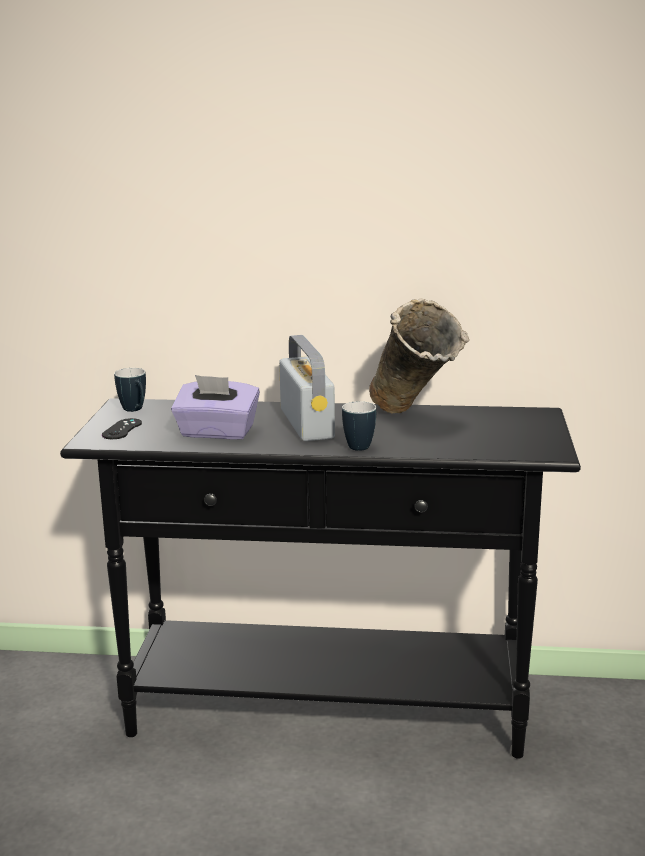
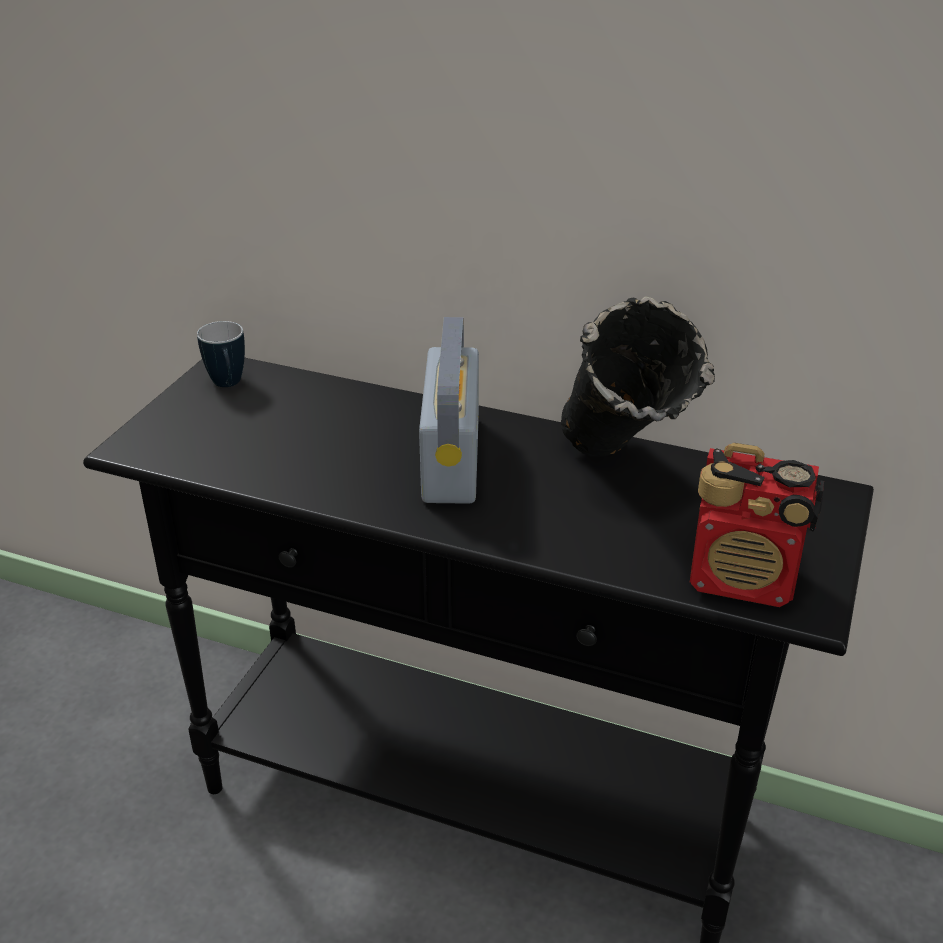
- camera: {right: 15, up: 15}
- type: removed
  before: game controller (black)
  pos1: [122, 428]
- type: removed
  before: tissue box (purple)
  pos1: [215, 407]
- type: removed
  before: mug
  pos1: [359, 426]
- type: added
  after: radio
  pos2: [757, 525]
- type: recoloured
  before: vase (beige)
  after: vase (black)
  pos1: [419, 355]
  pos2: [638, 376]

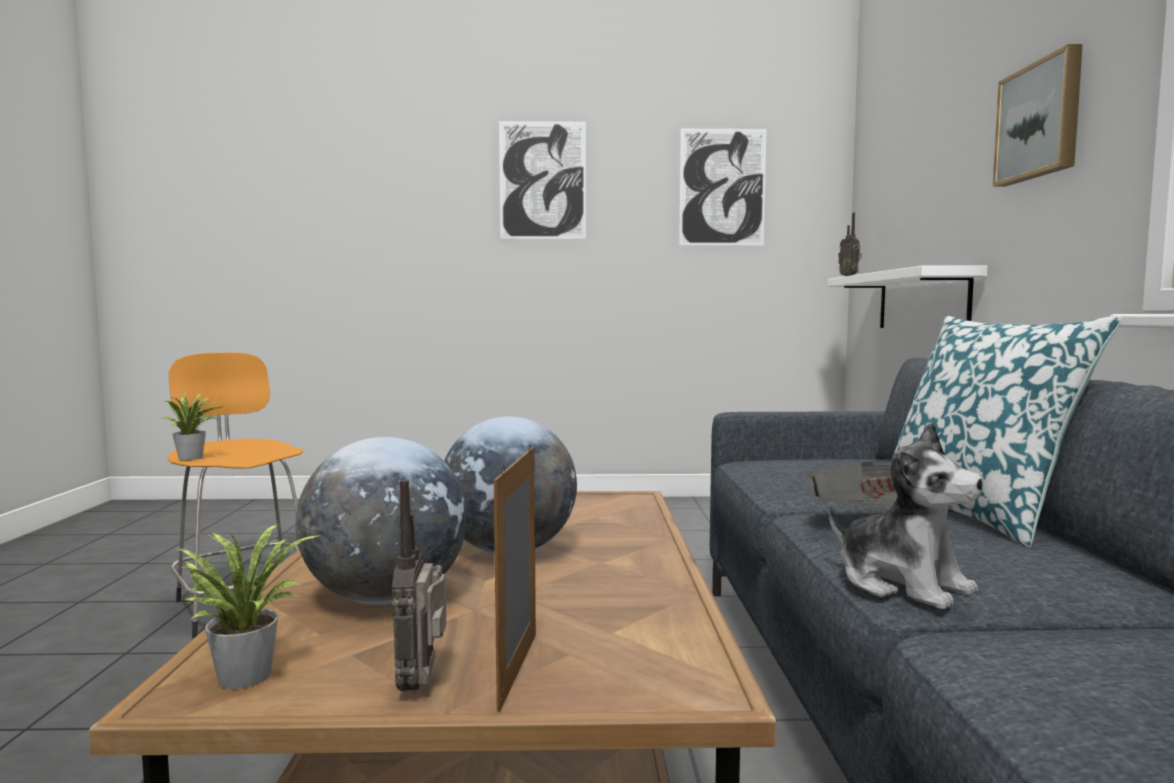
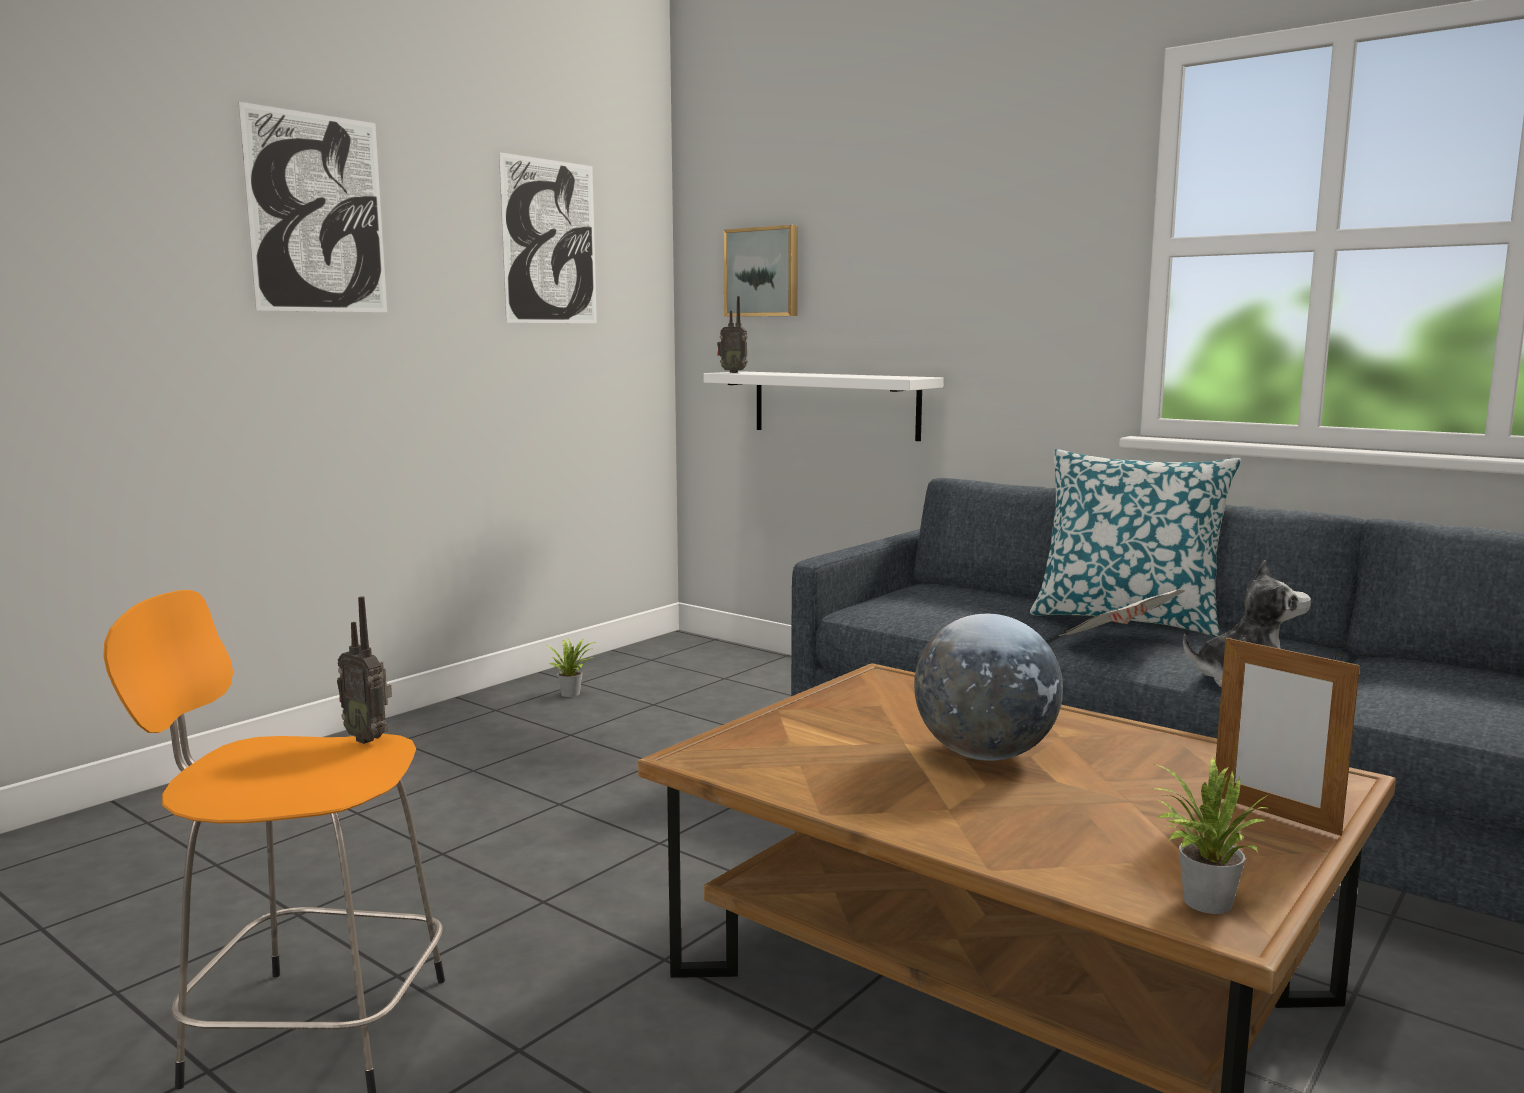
- camera: {right: -50, up: 5}
- type: removed
  before: globe
  pos1: [381, 521]
- type: moved
  before: potted plant
  pos1: [191, 425]
  pos2: [571, 667]
- type: moved
  before: radio
  pos1: [419, 585]
  pos2: [364, 670]
- type: moved
  before: picture
  pos1: [1038, 115]
  pos2: [760, 271]

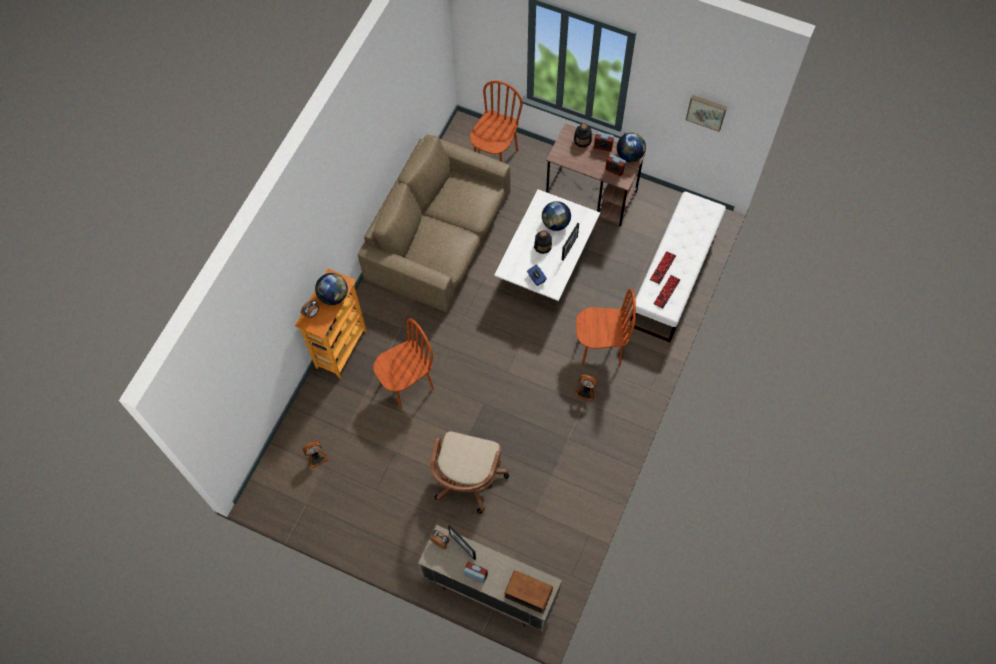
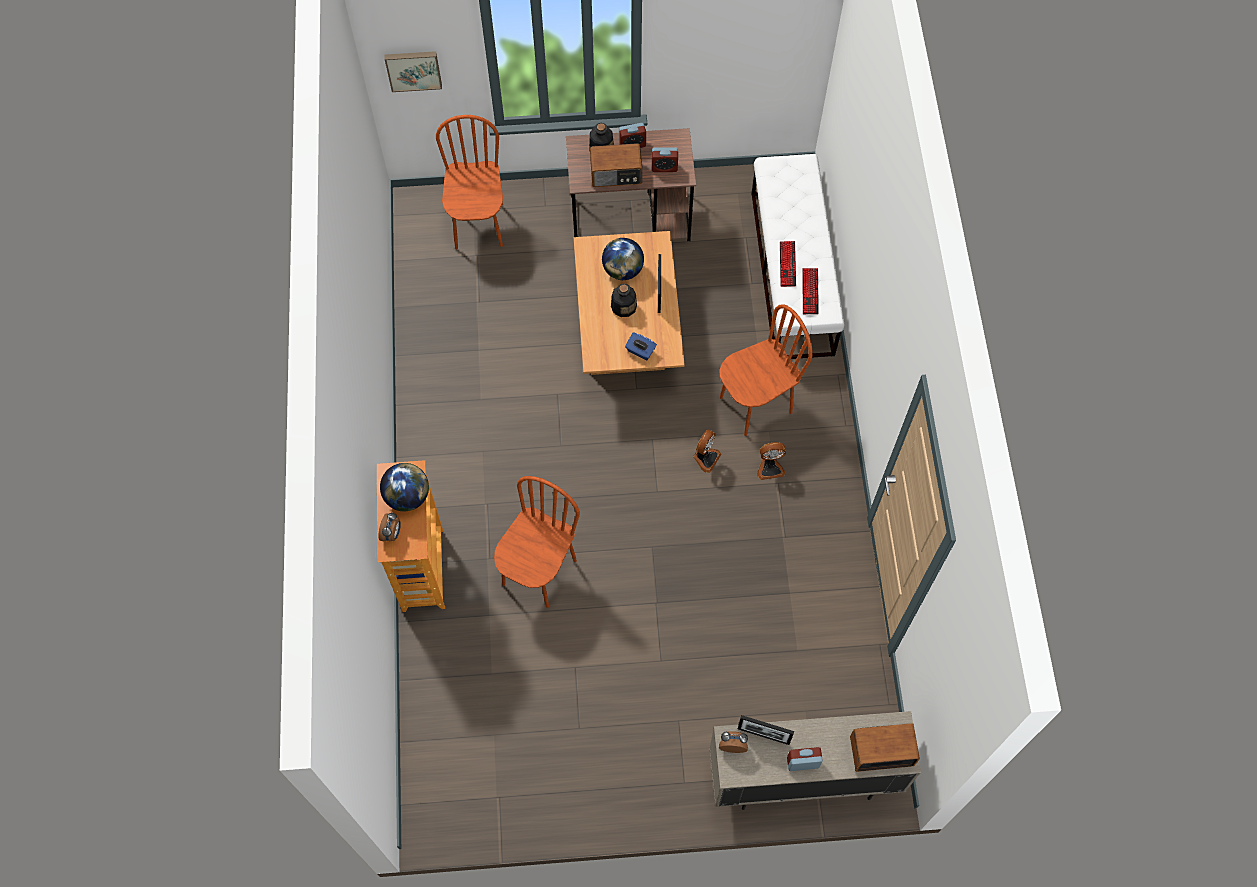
- camera: {right: -30, up: 0}
- type: removed
  before: sofa (brown)
  pos1: [434, 223]
- type: removed
  before: office chair (brown)
  pos1: [469, 472]
- type: removed
  before: globe
  pos1: [631, 147]
- type: added
  after: radio
  pos2: [616, 165]
- type: moved
  before: fan
  pos1: [315, 454]
  pos2: [707, 451]
- type: moved
  before: picture
  pos1: [706, 113]
  pos2: [413, 71]
- type: recoloured
  before: coffee table (white)
  after: coffee table (brown)
  pos1: [547, 245]
  pos2: [629, 303]

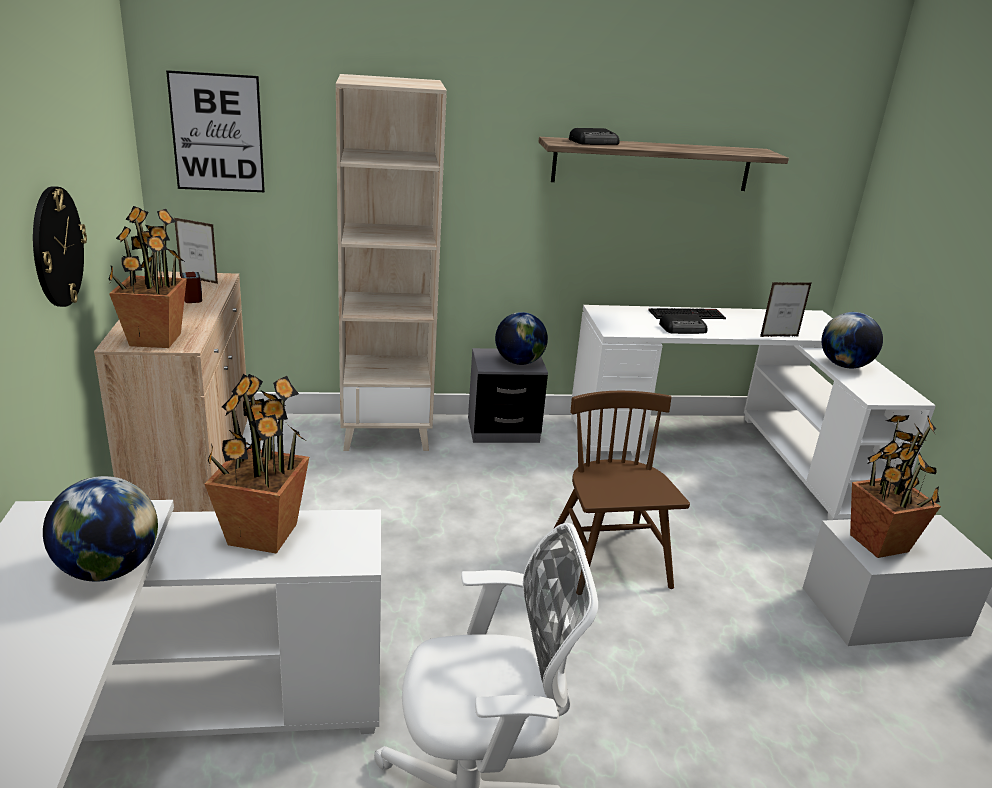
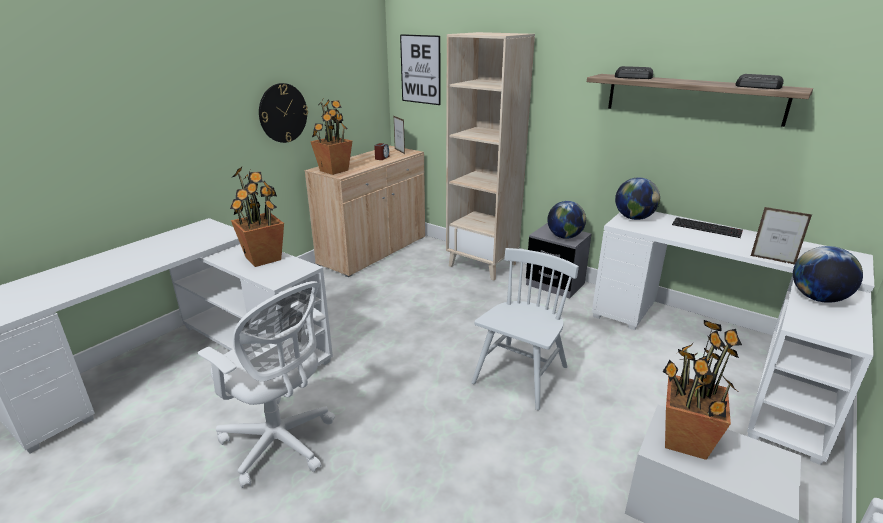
- camera: {right: 45, up: 0}
- type: moved
  before: globe
  pos1: [100, 529]
  pos2: [637, 198]
- type: moved
  before: radio
  pos1: [683, 324]
  pos2: [759, 81]
- type: recoloured
  before: chair (brown)
  after: chair (white)
  pos1: [622, 490]
  pos2: [525, 329]

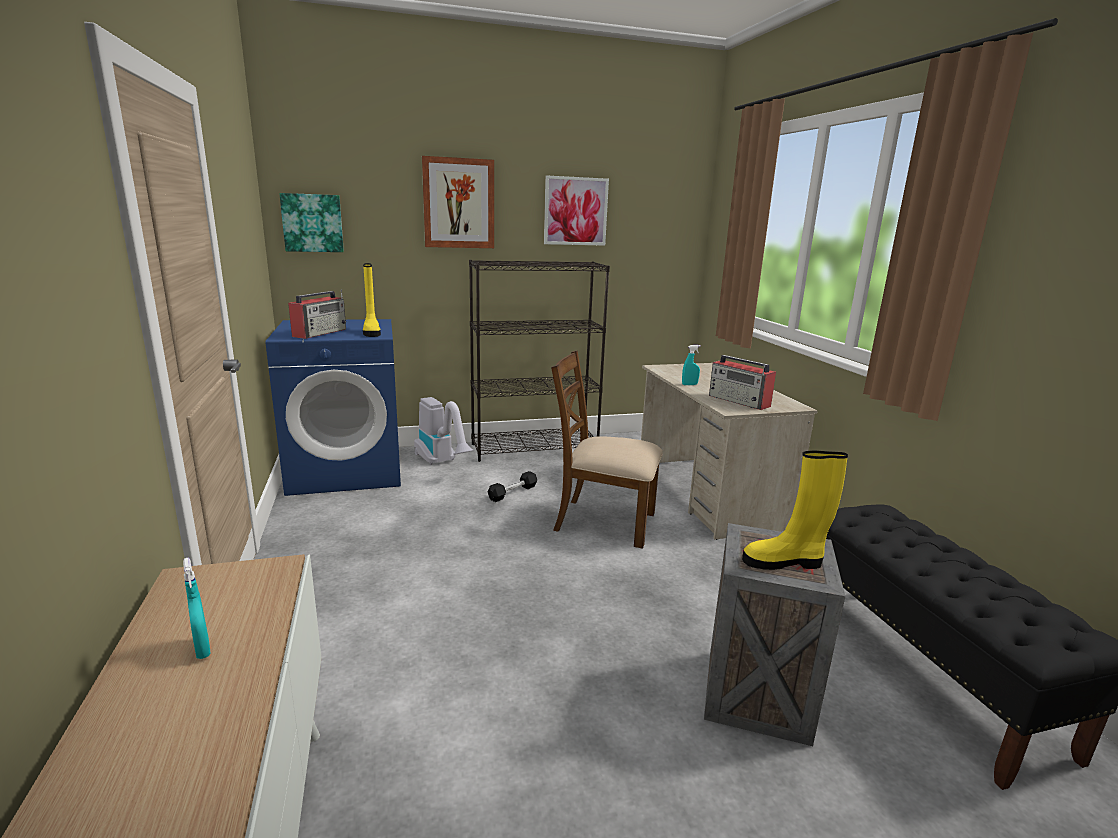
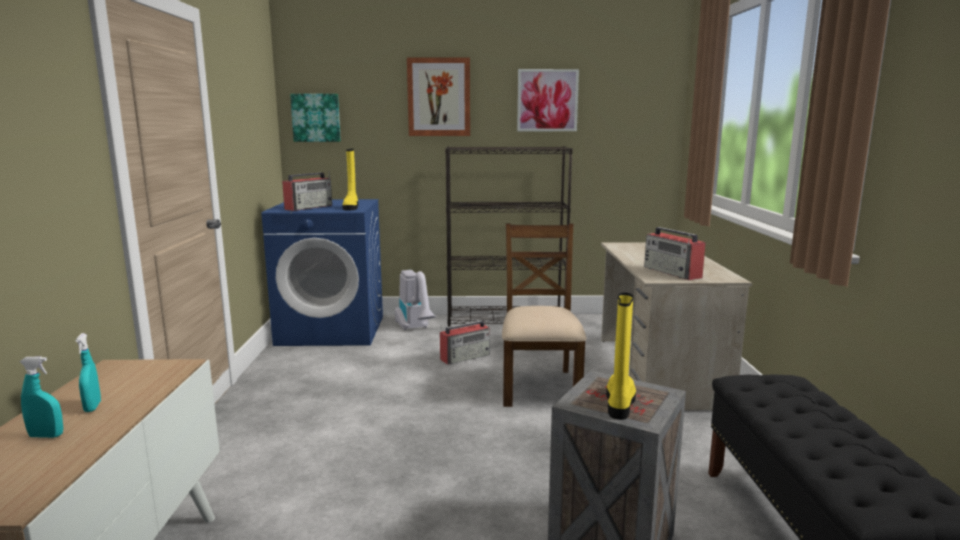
- camera: {right: 15, up: -5}
- type: moved
  before: spray bottle (turquoise)
  pos1: [691, 365]
  pos2: [41, 397]
- type: replaced
  before: dumbbell (black)
  after: radio
  pos1: [512, 486]
  pos2: [465, 342]
- type: turned
  before: chair (brown)
  pos1: [607, 449]
  pos2: [544, 315]
  turn: 60
- type: turned
  before: boot (yellow)
  pos1: [795, 510]
  pos2: [621, 356]
  turn: 90

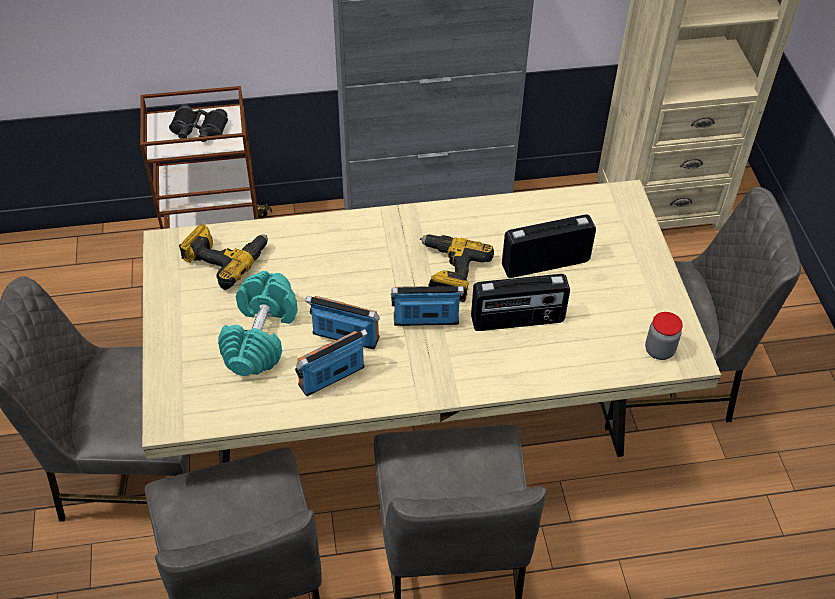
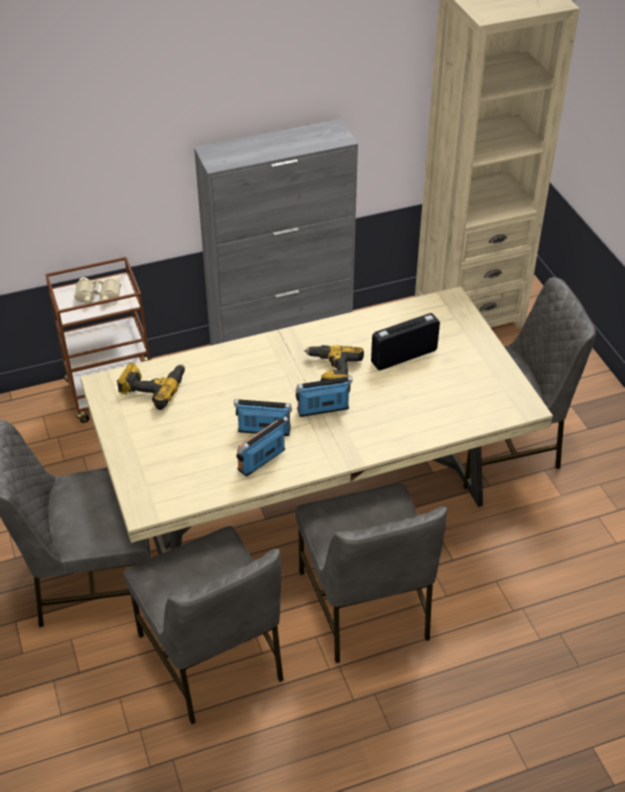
- camera: {right: -10, up: -5}
- type: removed
  before: dumbbell (turquoise)
  pos1: [258, 323]
- type: removed
  before: radio
  pos1: [520, 302]
- type: removed
  before: jar
  pos1: [664, 336]
- type: recoloured
  before: binoculars (black)
  after: binoculars (beige)
  pos1: [198, 123]
  pos2: [97, 291]

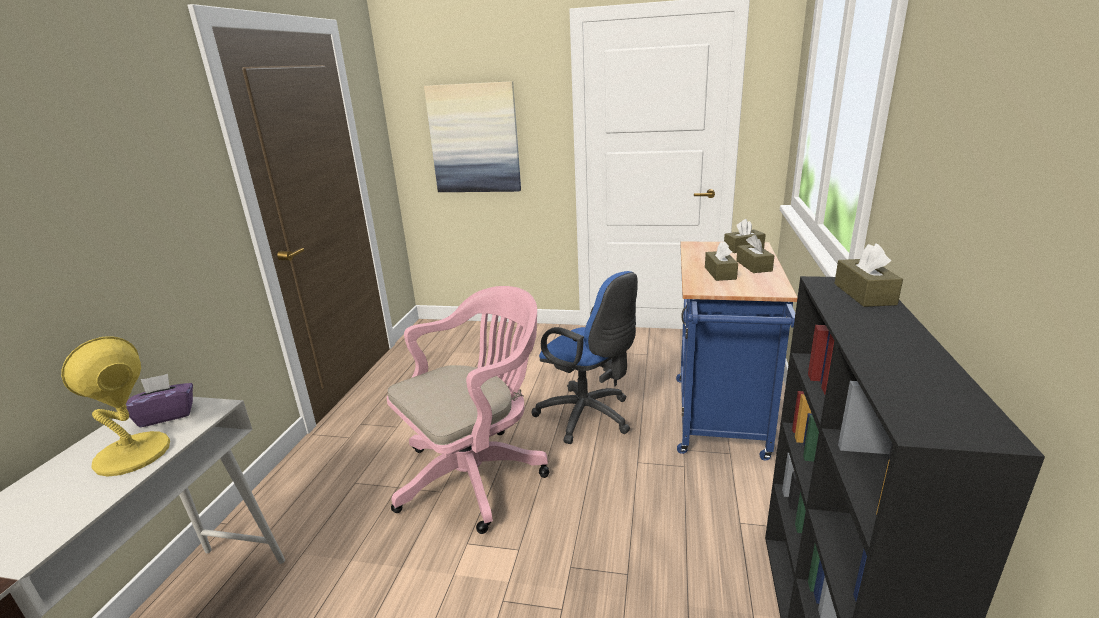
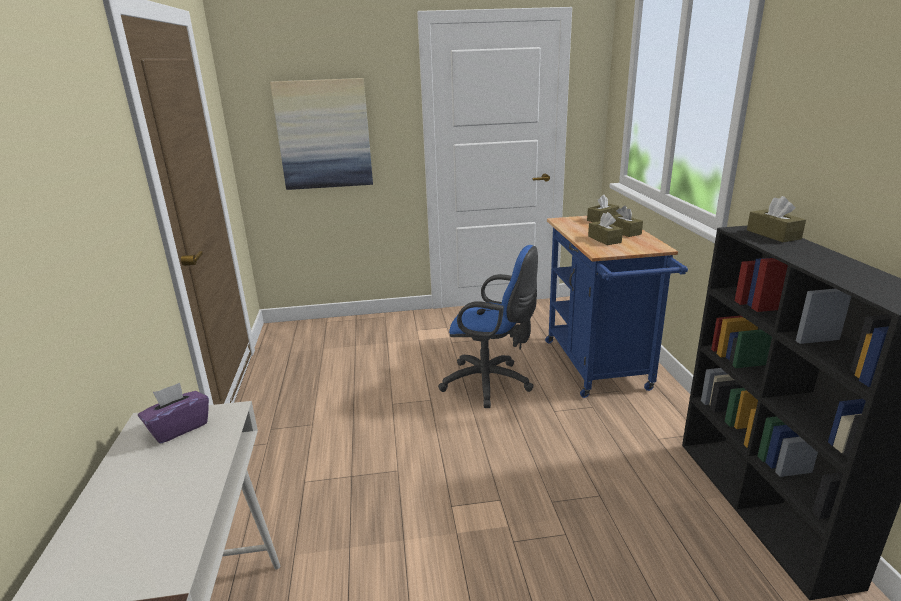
- camera: {right: -20, up: 0}
- type: removed
  before: table lamp (yellow)
  pos1: [115, 406]
- type: removed
  before: office chair (pink)
  pos1: [468, 410]

